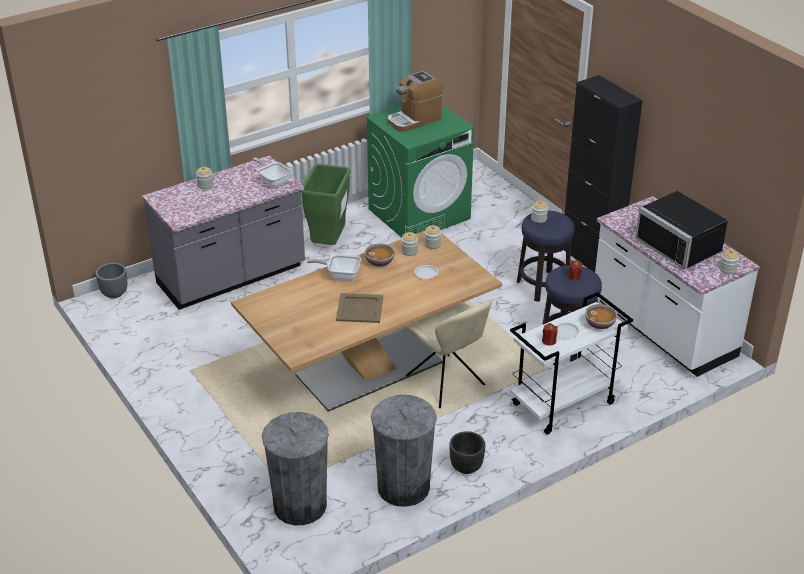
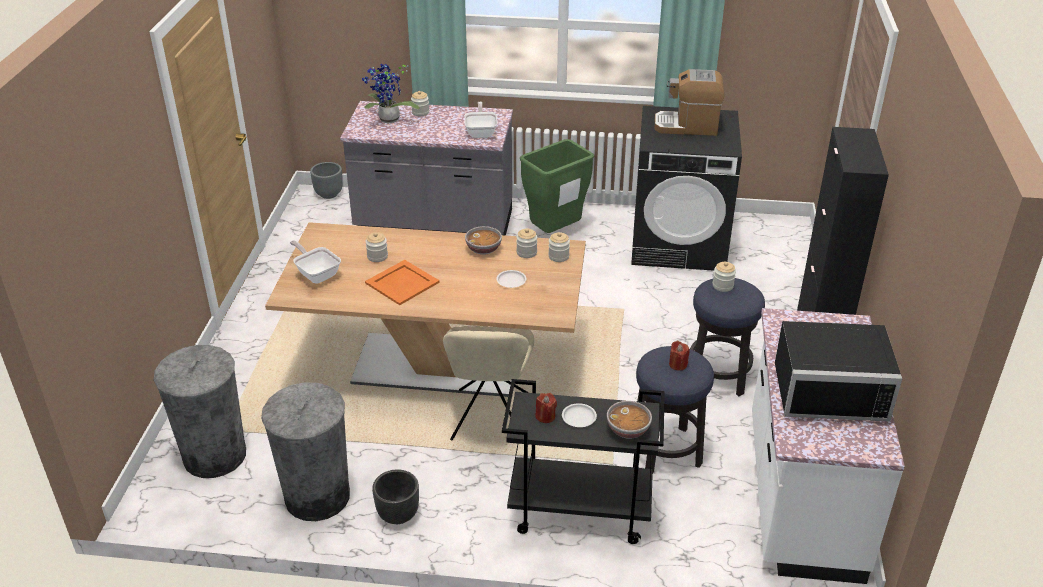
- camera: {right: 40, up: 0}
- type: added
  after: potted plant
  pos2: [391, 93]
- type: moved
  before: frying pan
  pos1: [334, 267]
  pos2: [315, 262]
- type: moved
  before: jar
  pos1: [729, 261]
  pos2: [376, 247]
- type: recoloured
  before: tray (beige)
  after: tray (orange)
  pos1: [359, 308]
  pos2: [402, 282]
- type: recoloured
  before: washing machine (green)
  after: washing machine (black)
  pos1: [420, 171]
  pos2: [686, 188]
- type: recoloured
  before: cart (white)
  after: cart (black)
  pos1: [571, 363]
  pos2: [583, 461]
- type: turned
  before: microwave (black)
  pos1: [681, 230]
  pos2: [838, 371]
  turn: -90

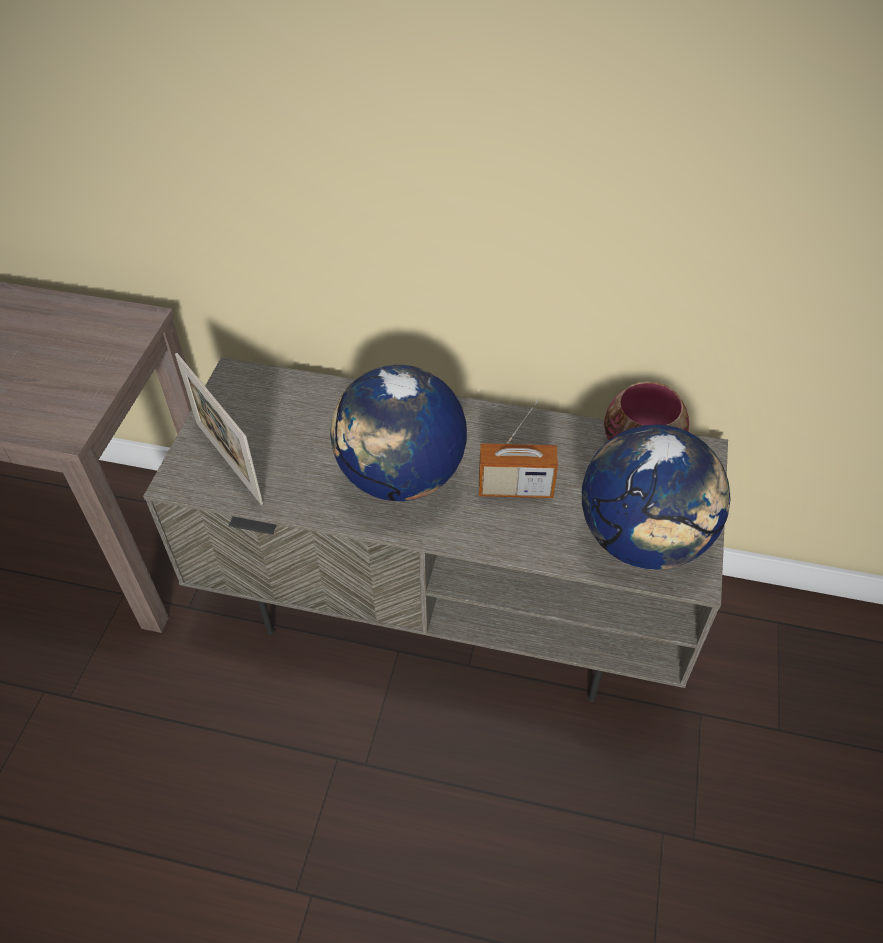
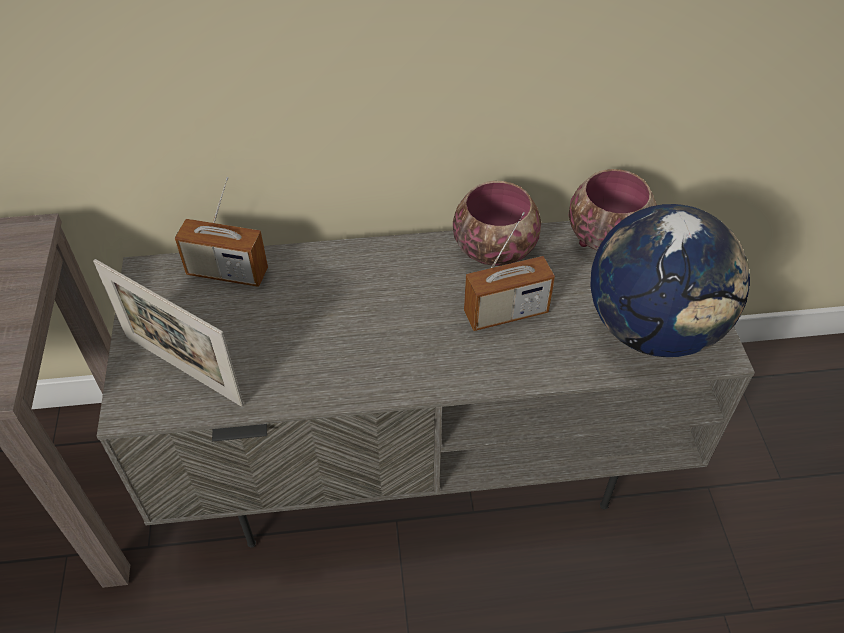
- camera: {right: -20, up: 0}
- type: removed
  before: globe
  pos1: [398, 433]
- type: added
  after: radio
  pos2: [221, 232]
- type: added
  after: bowl
  pos2: [497, 223]

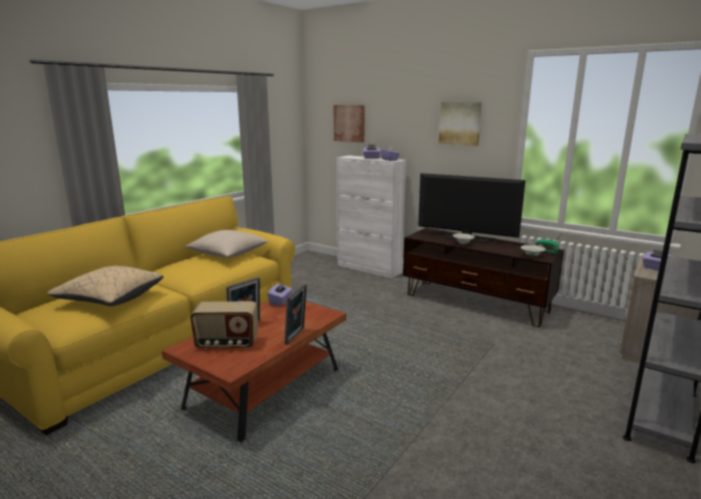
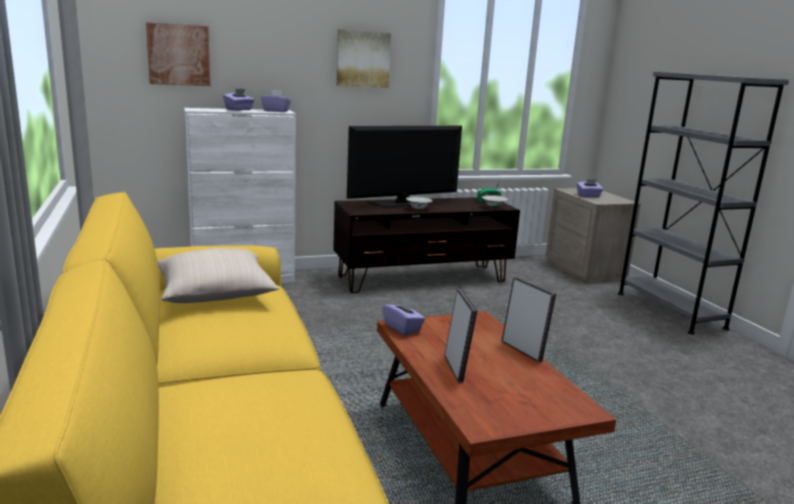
- camera: {right: -55, up: 0}
- type: removed
  before: pillow (beige)
  pos1: [105, 286]
- type: removed
  before: radio
  pos1: [224, 325]

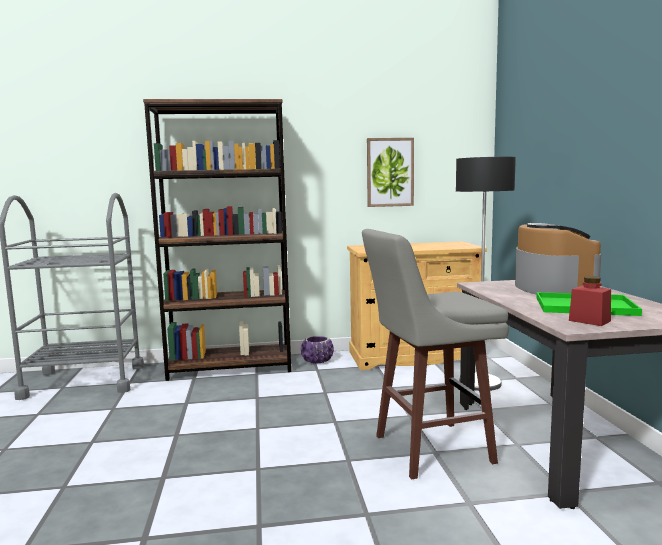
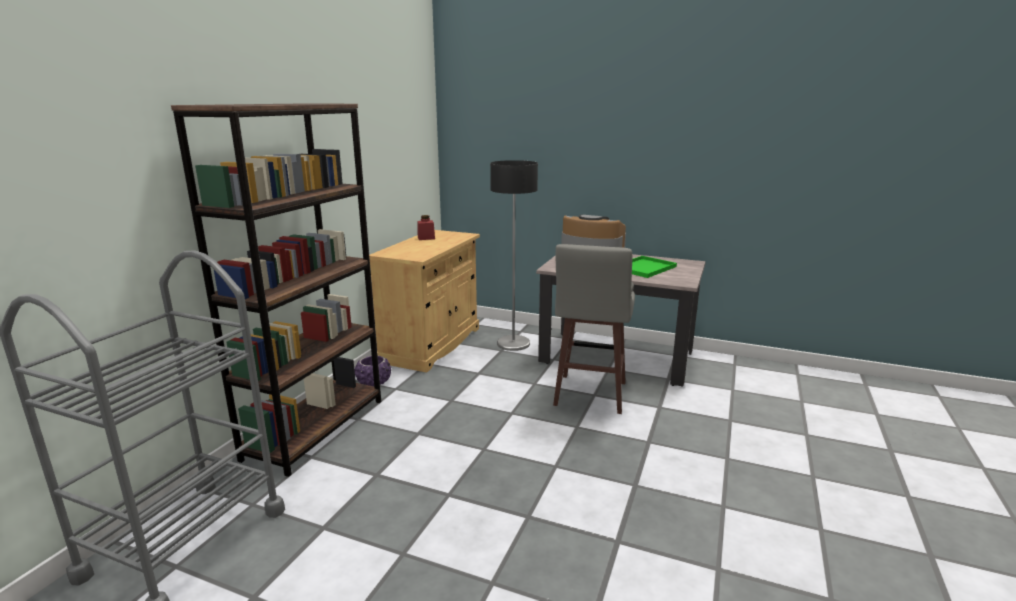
- camera: {right: -60, up: 10}
- type: removed
  before: picture
  pos1: [390, 172]
- type: moved
  before: jar (red)
  pos1: [590, 301]
  pos2: [426, 227]

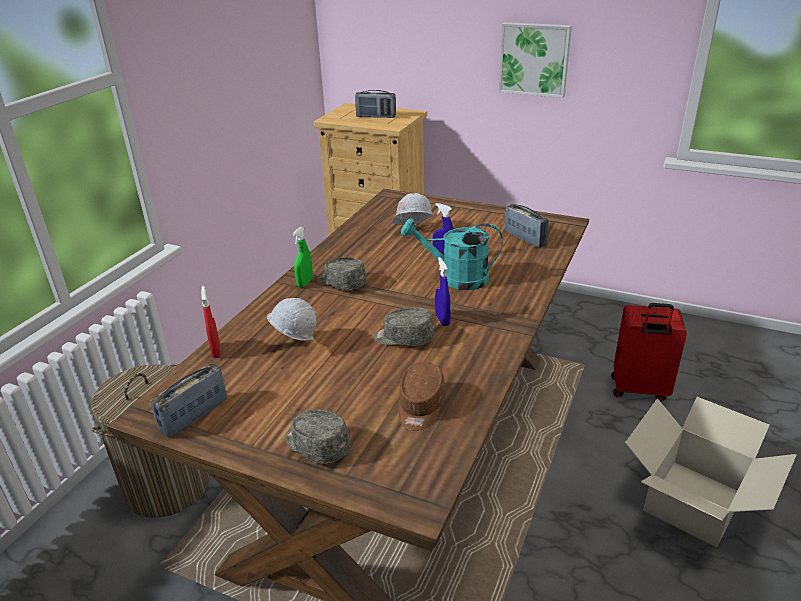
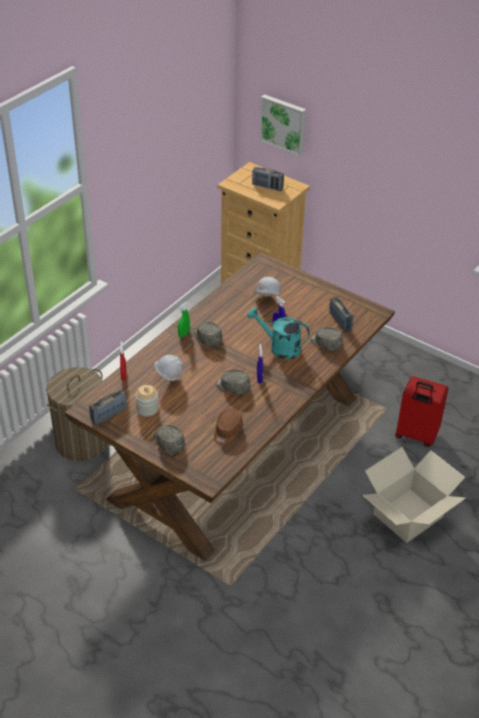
- camera: {right: 10, up: 10}
- type: added
  after: jar
  pos2: [147, 401]
- type: added
  after: cap (grey)
  pos2: [326, 339]
- type: moved
  before: picture
  pos1: [535, 60]
  pos2: [282, 125]

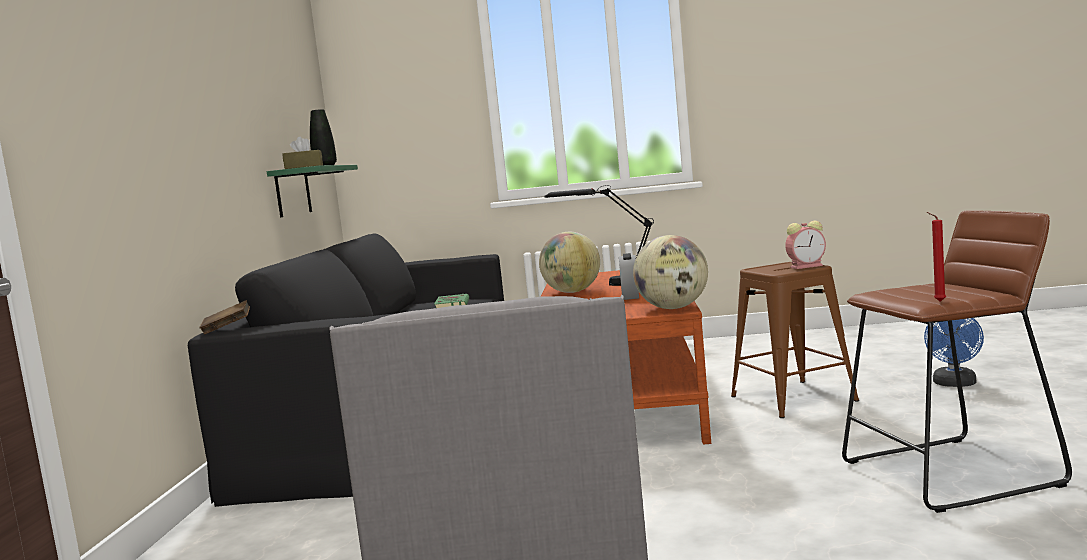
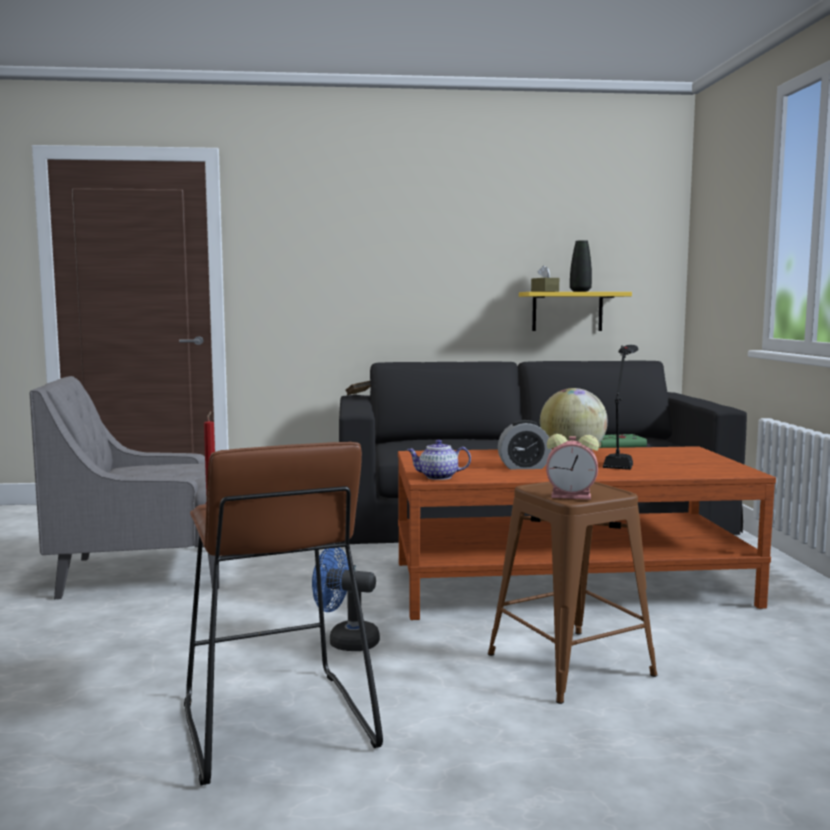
- camera: {right: 80, up: 0}
- type: moved
  before: fan (blue)
  pos1: [954, 352]
  pos2: [346, 599]
- type: replaced
  before: globe
  after: teapot
  pos1: [670, 272]
  pos2: [439, 459]
- type: recoloured
  before: shelf (green)
  after: shelf (yellow)
  pos1: [312, 191]
  pos2: [575, 311]
- type: turned
  before: alarm clock
  pos1: [805, 245]
  pos2: [572, 467]
  turn: -60

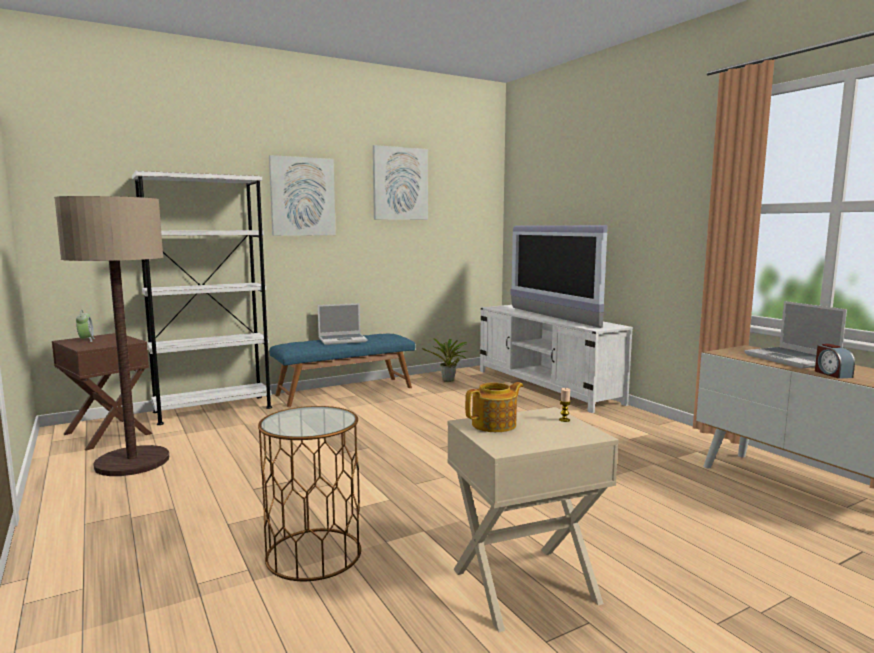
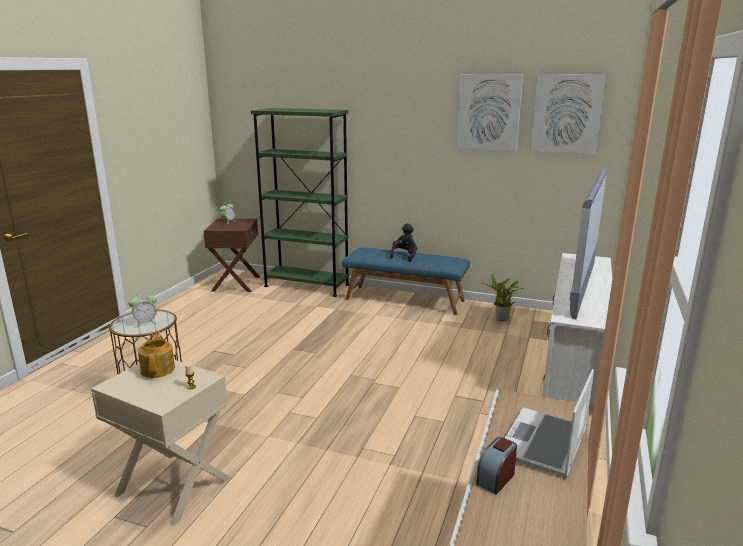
- camera: {right: 50, up: 10}
- type: removed
  before: floor lamp
  pos1: [111, 336]
- type: added
  after: alarm clock
  pos2: [143, 309]
- type: moved
  before: picture
  pos1: [302, 195]
  pos2: [567, 114]
- type: replaced
  before: laptop
  after: plush toy (black)
  pos1: [343, 324]
  pos2: [403, 242]
- type: recoloured
  before: bookcase (white)
  after: bookcase (green)
  pos1: [202, 298]
  pos2: [300, 202]
- type: turned
  before: teapot
  pos1: [494, 407]
  pos2: [156, 356]
  turn: -120

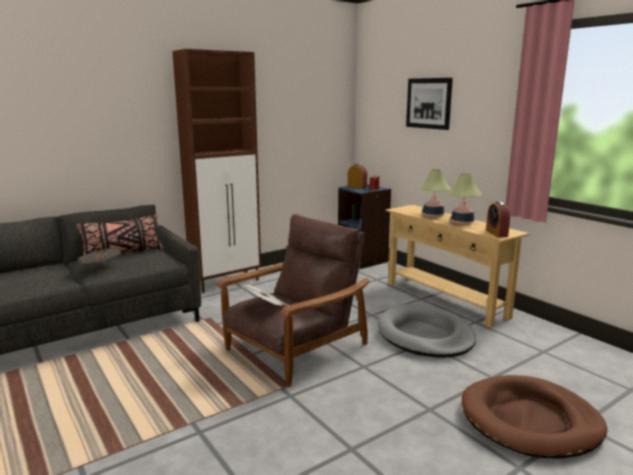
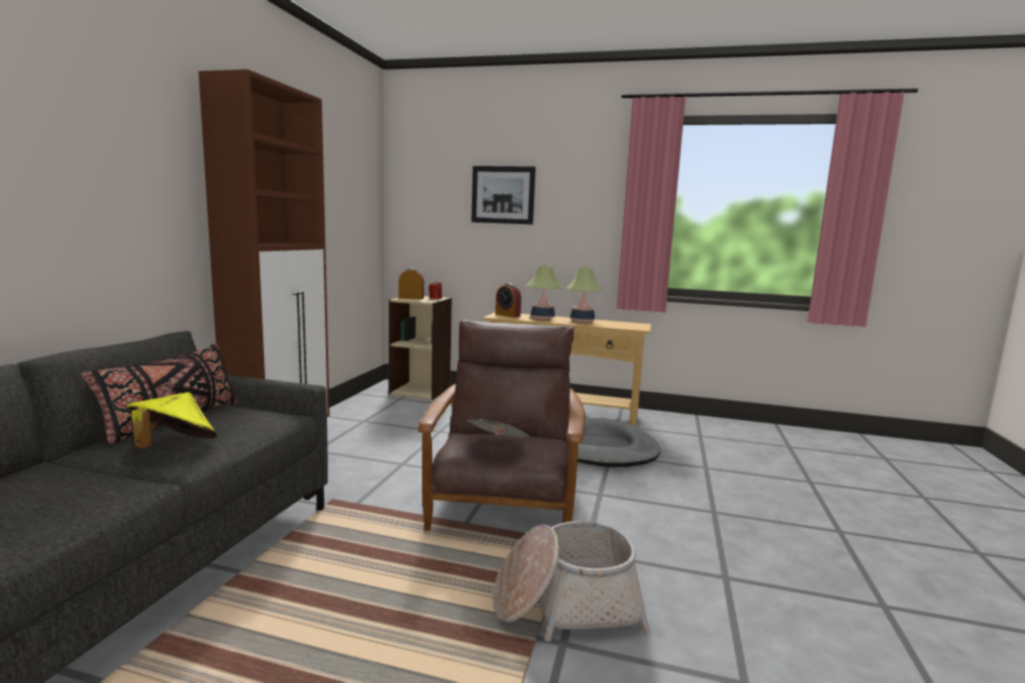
- camera: {right: -40, up: -5}
- type: removed
  before: dog bed (brown)
  pos1: [534, 416]
- type: added
  after: basket
  pos2: [572, 581]
- type: moved
  before: alarm clock
  pos1: [498, 219]
  pos2: [508, 301]
- type: replaced
  before: newspaper
  after: hat (yellow)
  pos1: [99, 256]
  pos2: [171, 420]
- type: recoloured
  before: bookcase (blue)
  after: bookcase (beige)
  pos1: [364, 226]
  pos2: [420, 348]

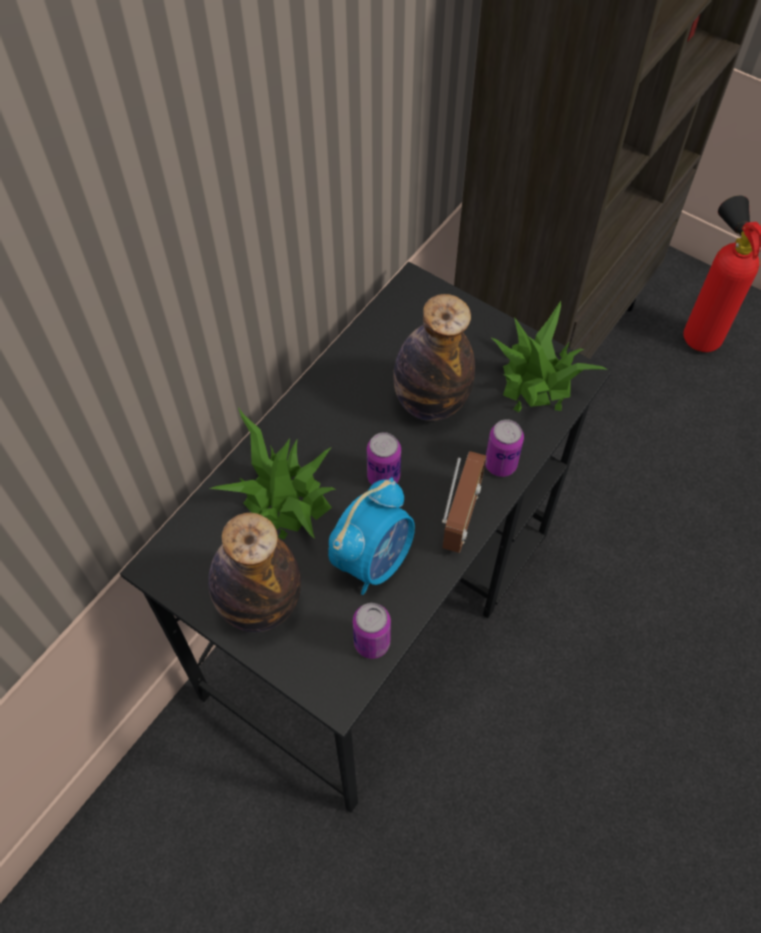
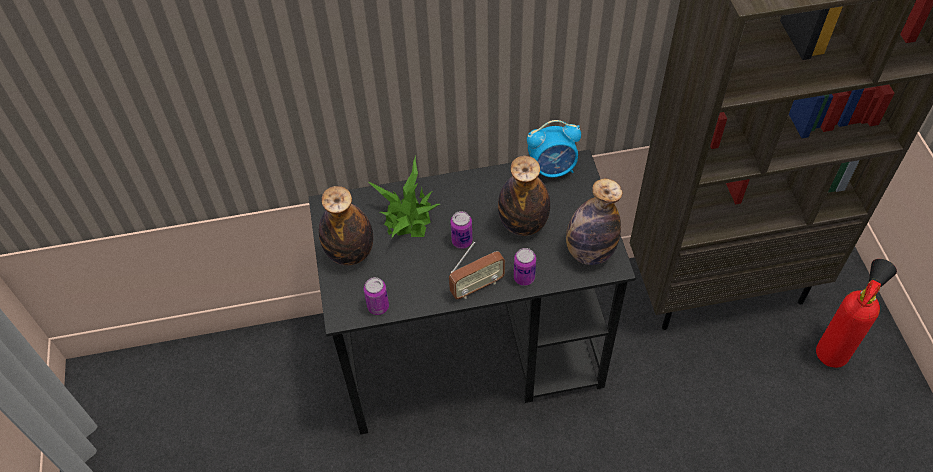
- camera: {right: 45, up: -5}
- type: moved
  before: alarm clock
  pos1: [371, 536]
  pos2: [554, 149]
- type: replaced
  before: potted plant
  after: bottle
  pos1: [549, 356]
  pos2: [594, 222]

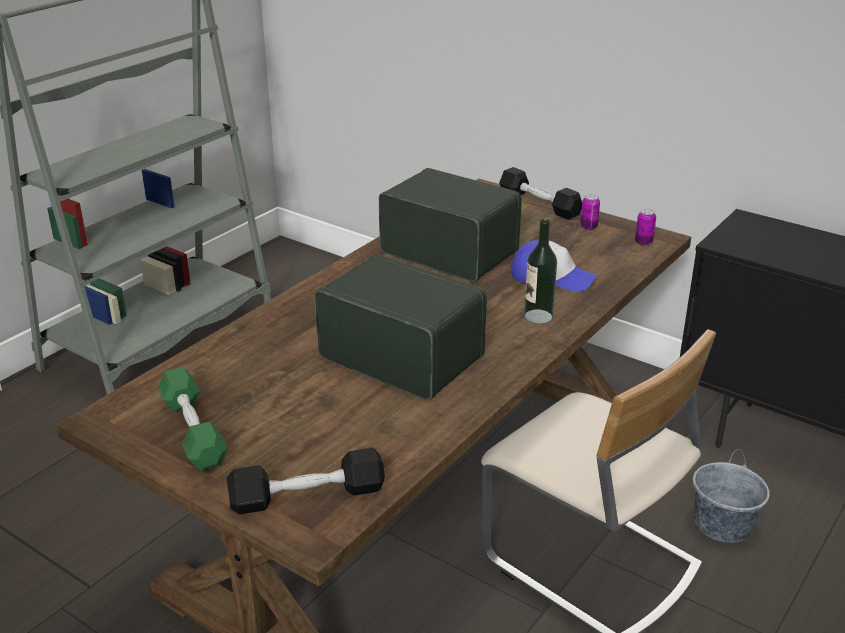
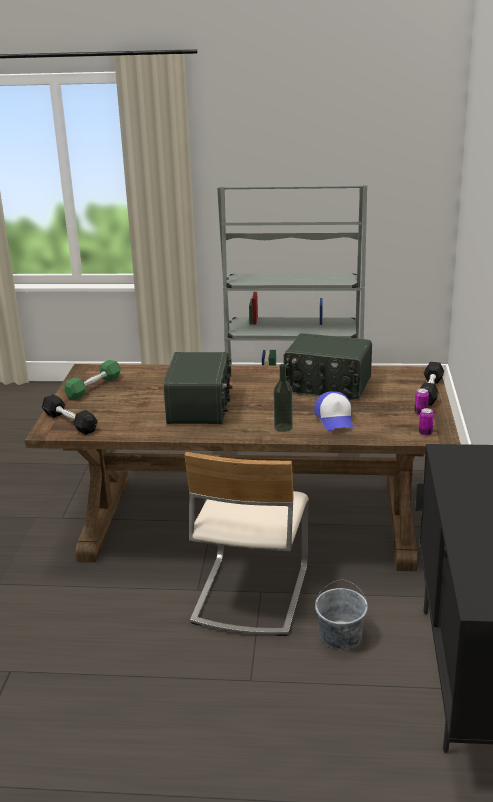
- camera: {right: 60, up: -5}
- type: turned
  before: radio
  pos1: [450, 225]
  pos2: [327, 366]
  turn: 105

